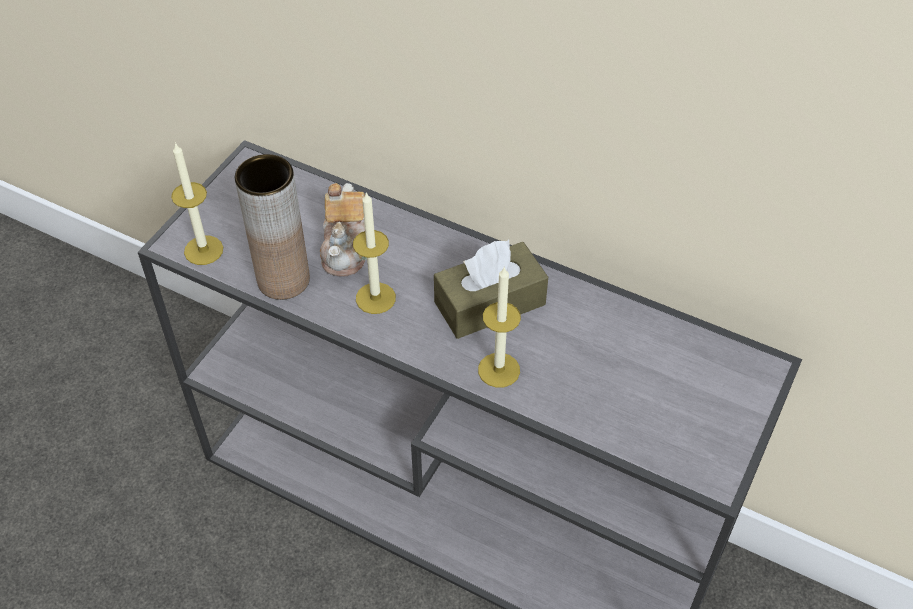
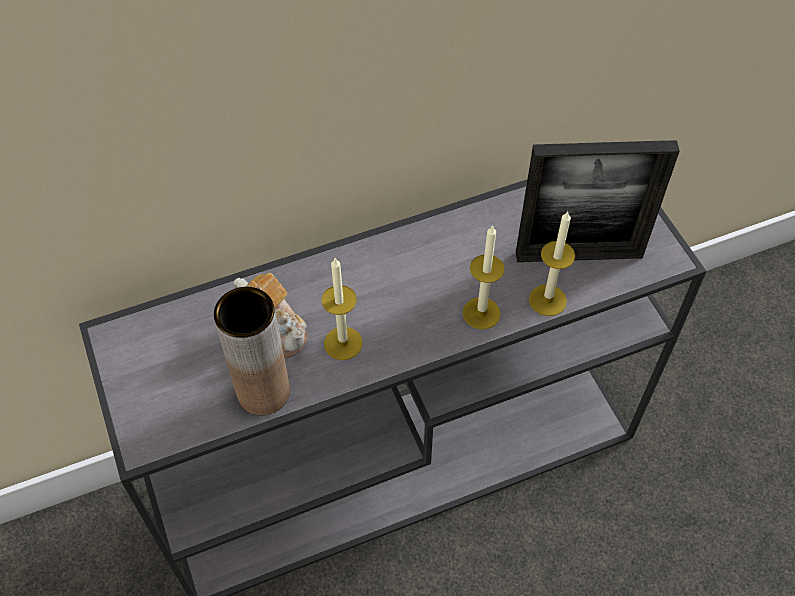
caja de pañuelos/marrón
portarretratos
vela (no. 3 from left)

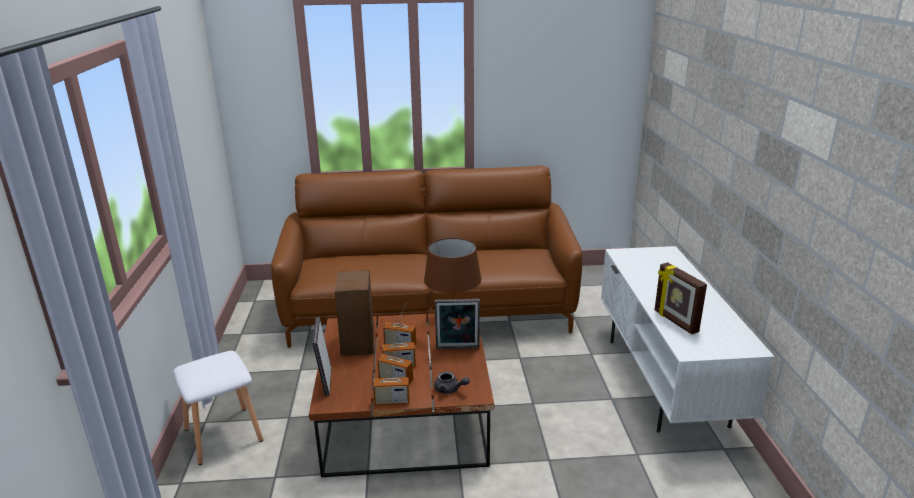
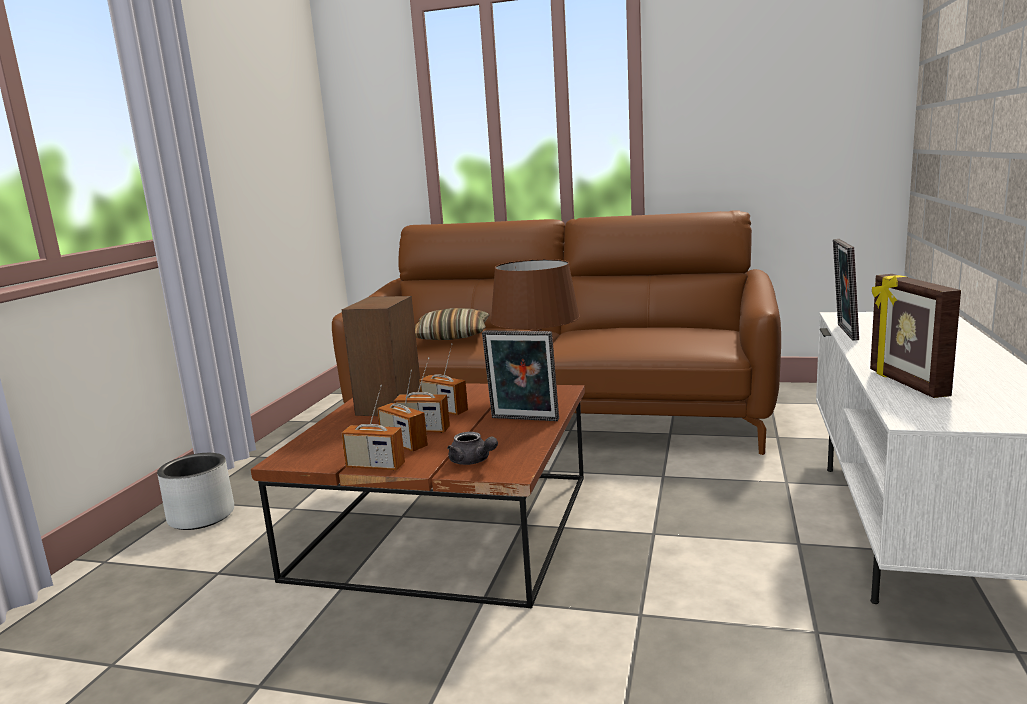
cojín
portarretratos (no. 2 from left)
maceta/gris

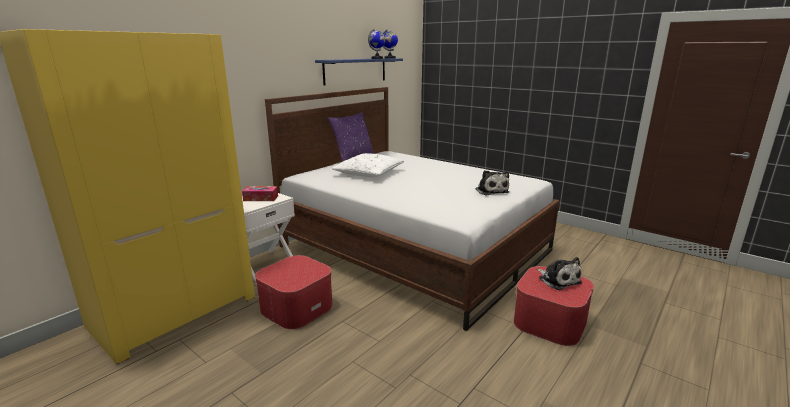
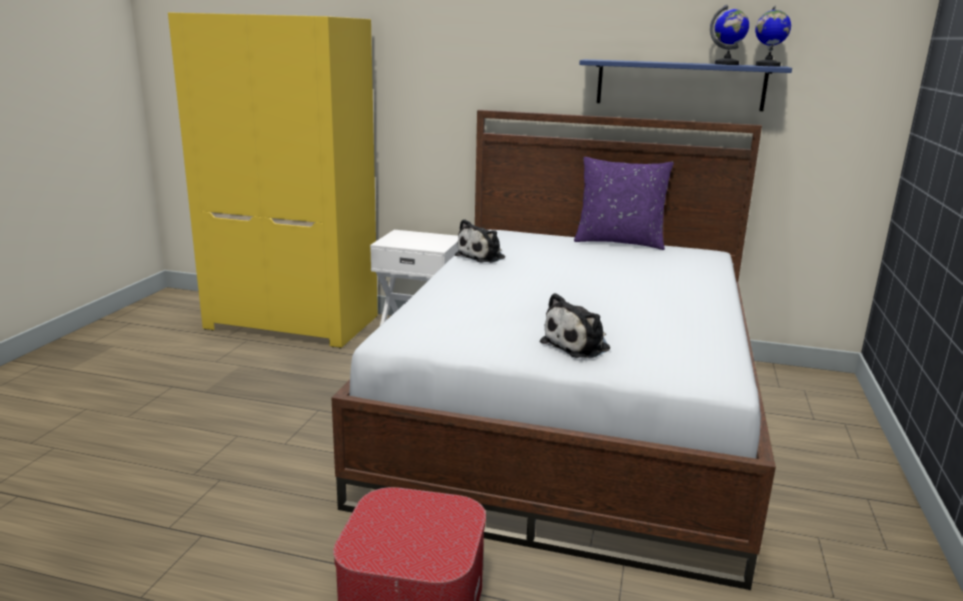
caja de pañuelos
puf (no. 1 from left in the first image)
cojín/blanco
peluche (no. 1 from left)

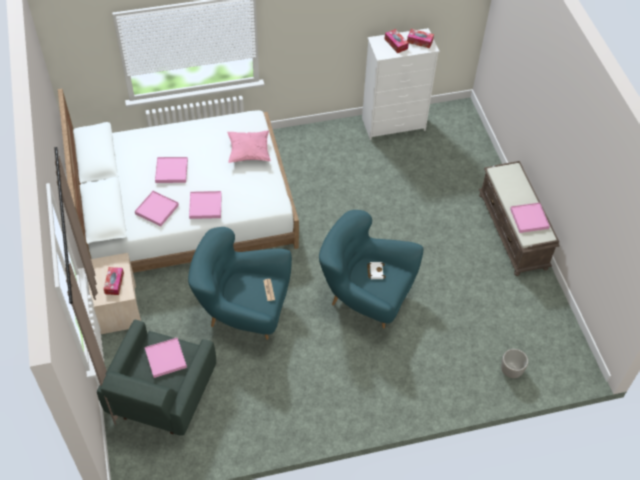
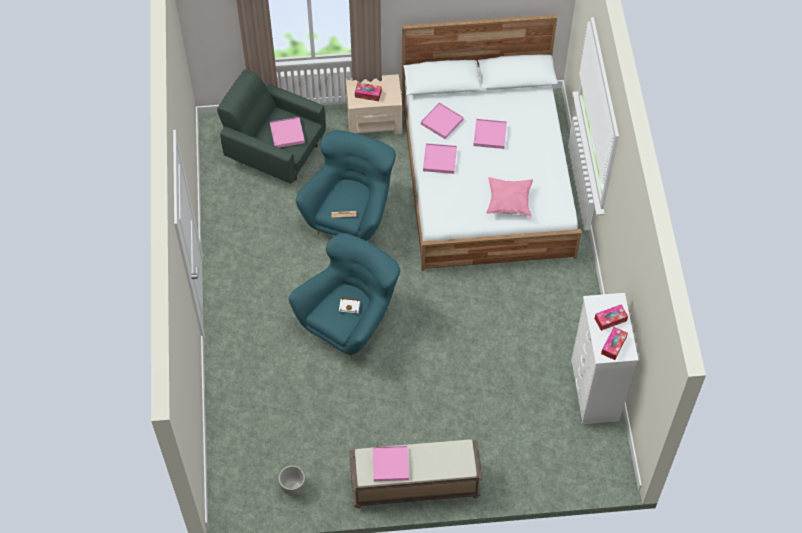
maceta

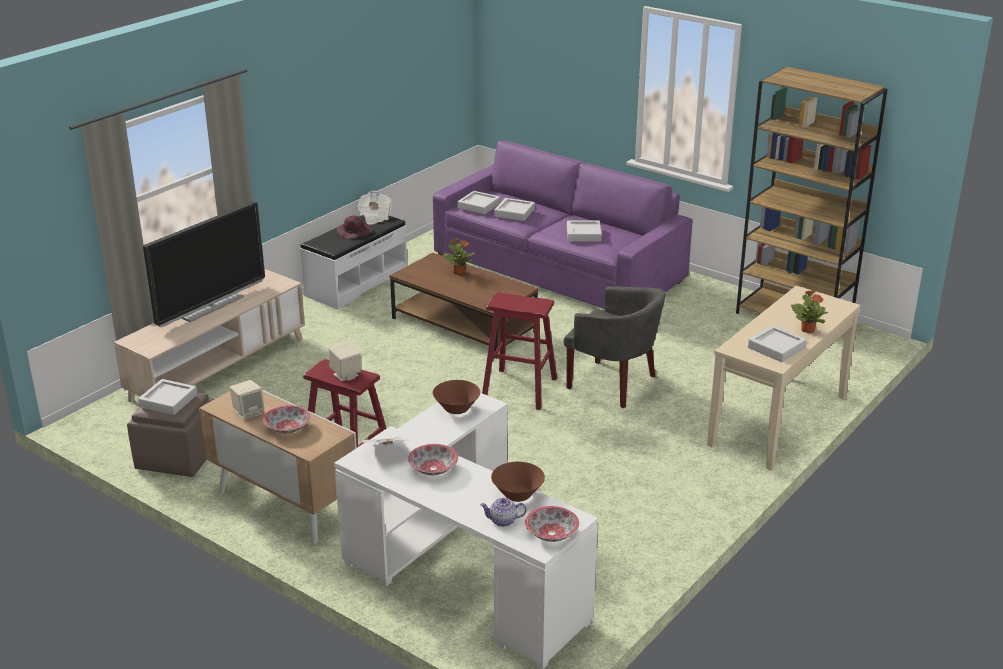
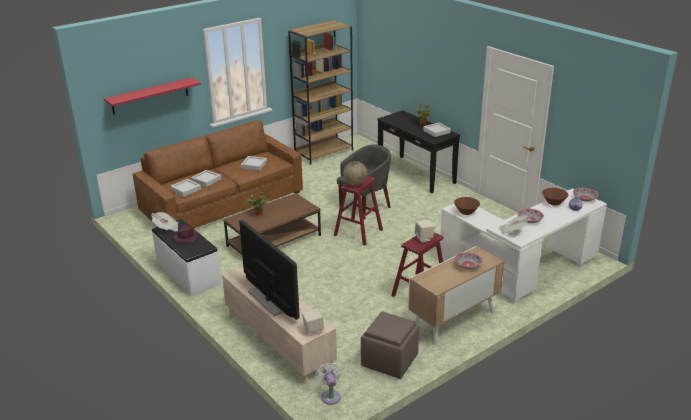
bandeja/gris (no. 1 from left in the first image)
estante/rojo
ventilador/blanco
globo terráqueo
altavoz/beis (no. 1 from left)
sofá/marrón
mesa consola/negro

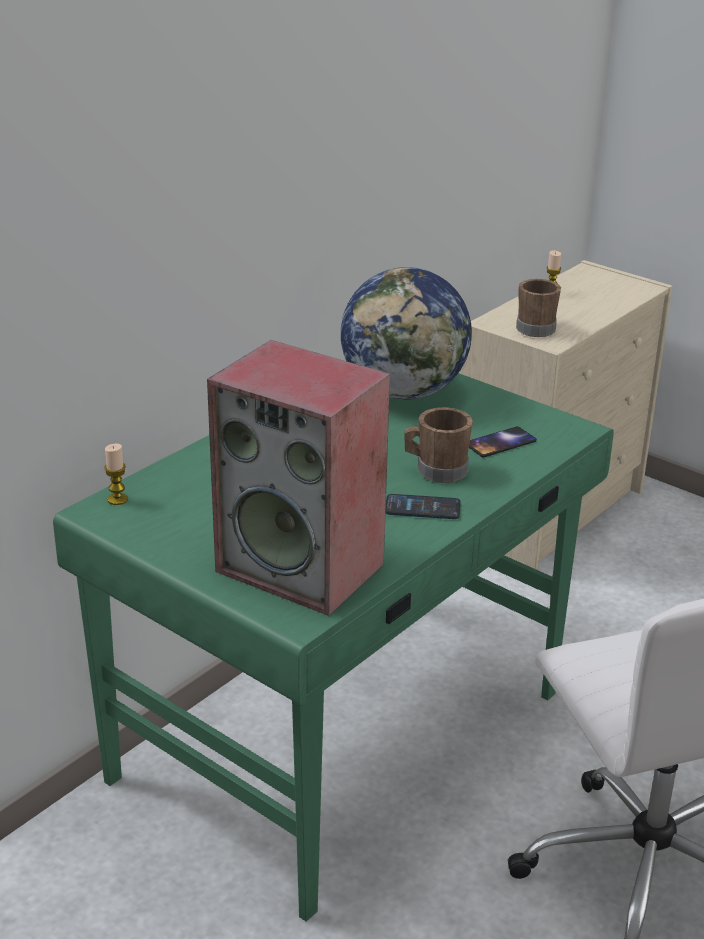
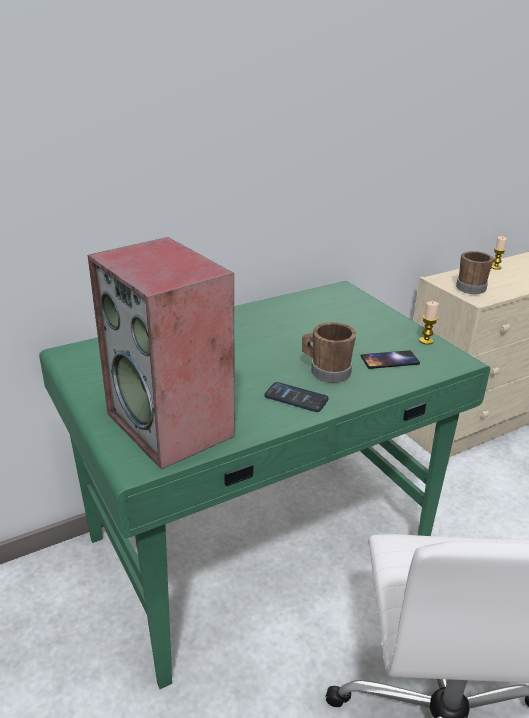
globo terráqueo
vela (no. 1 from left)

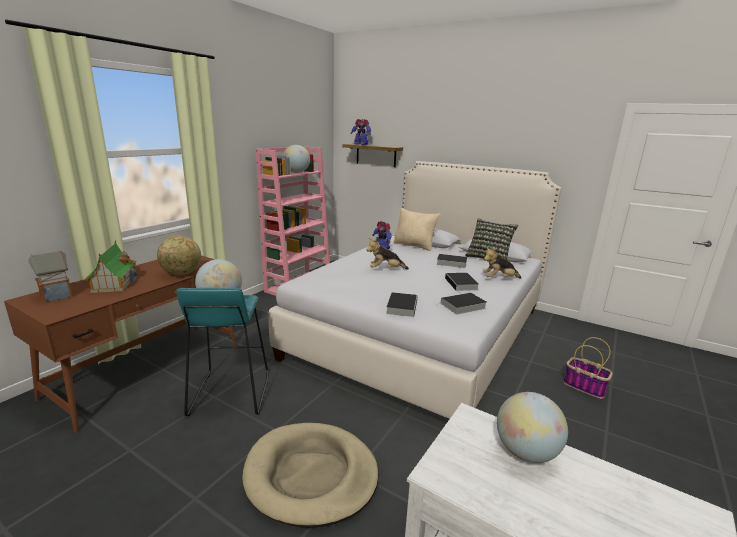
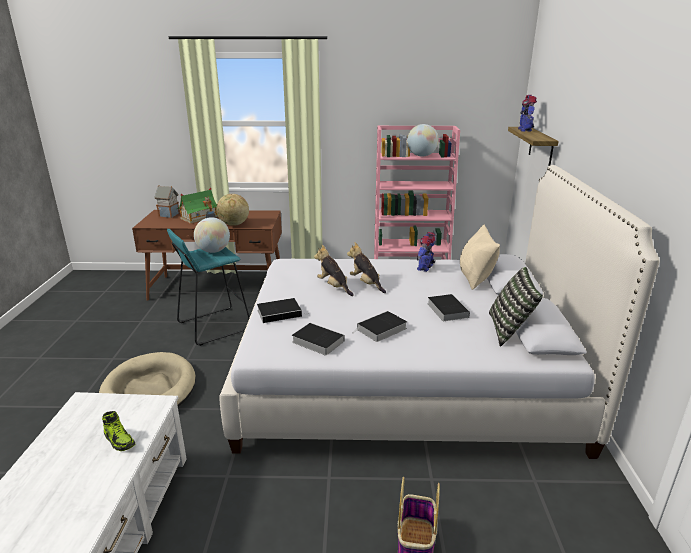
peluche (no. 1 from left)
zapato

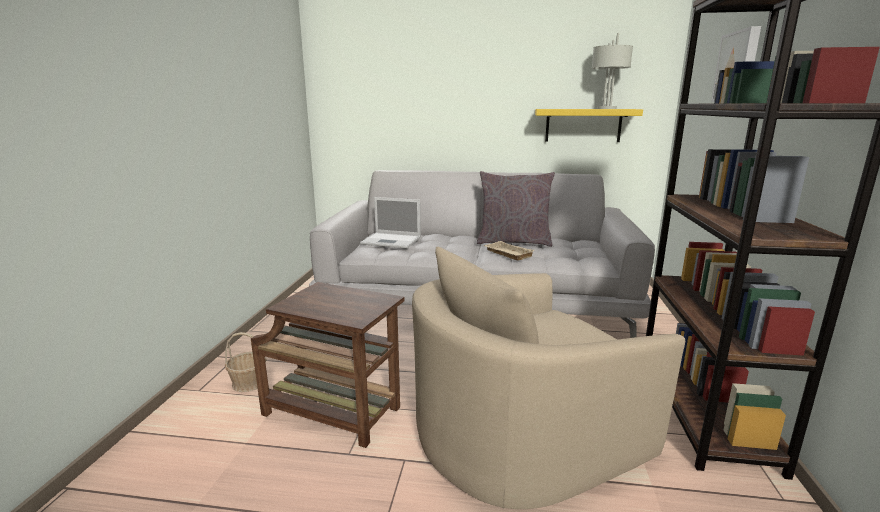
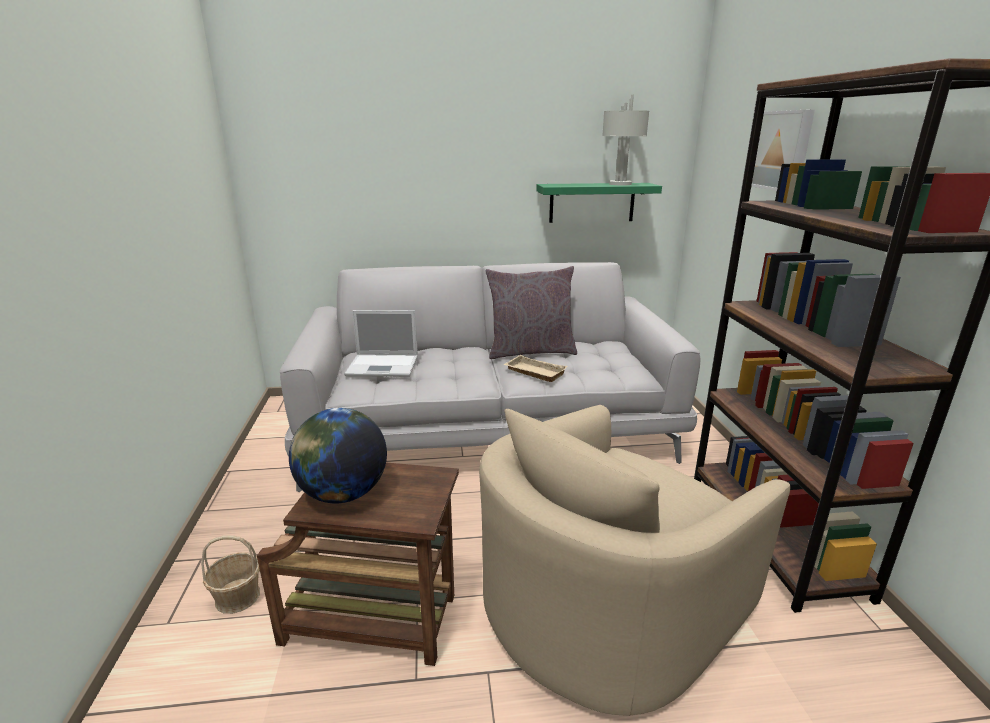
globo terráqueo
estante/verde

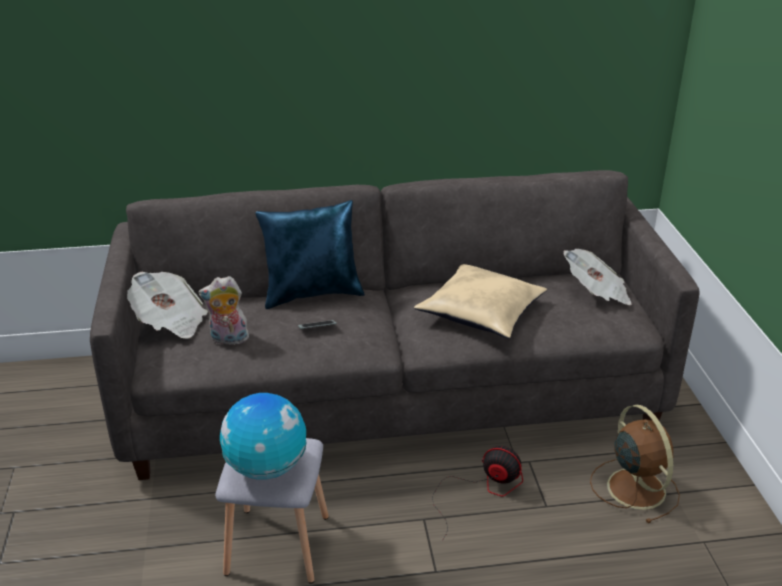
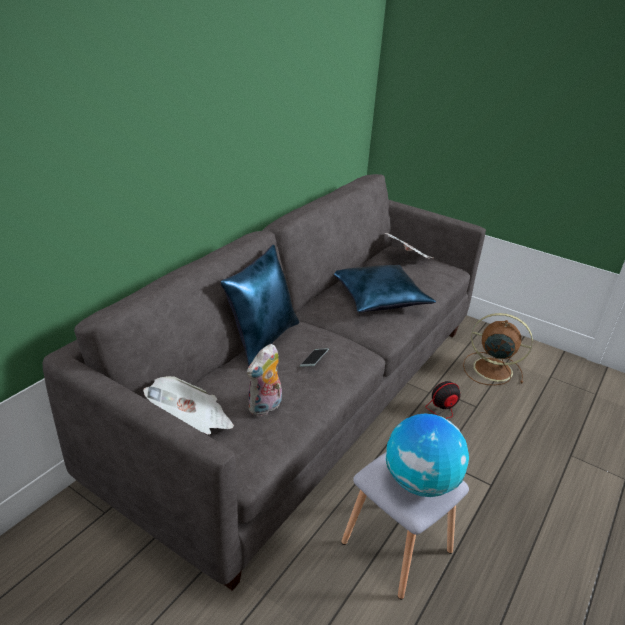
cojín/azul (no. 2 from left)

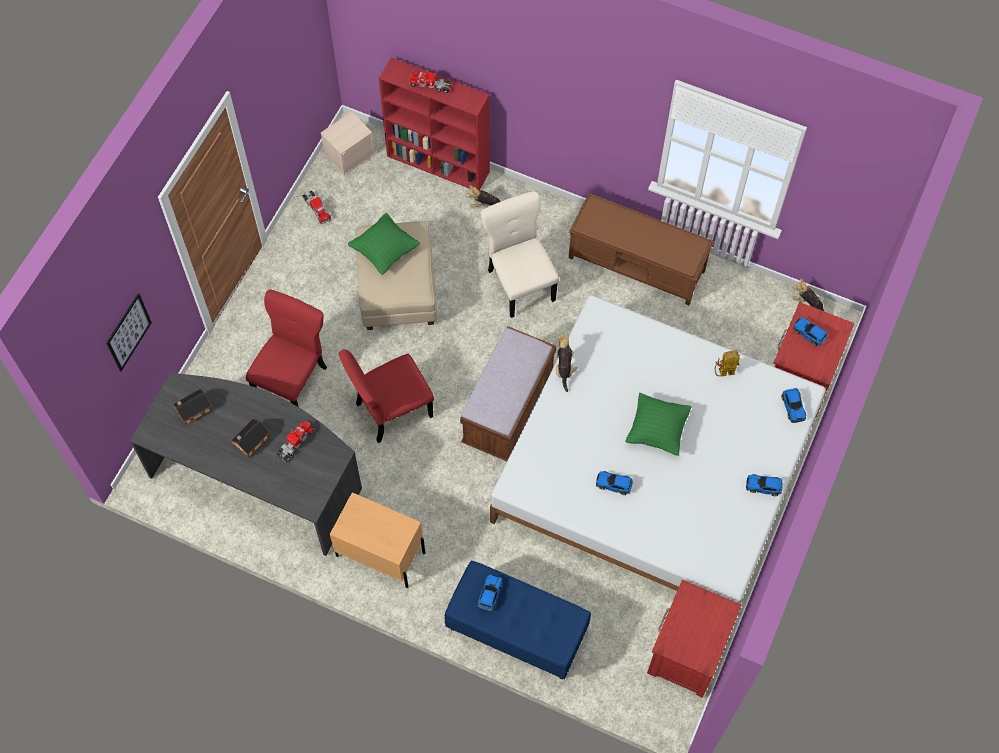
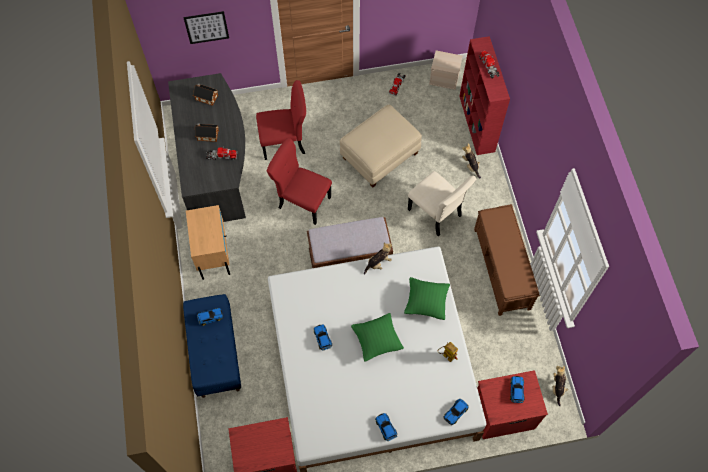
cojín/verde (no. 2 from left)
silla/beis

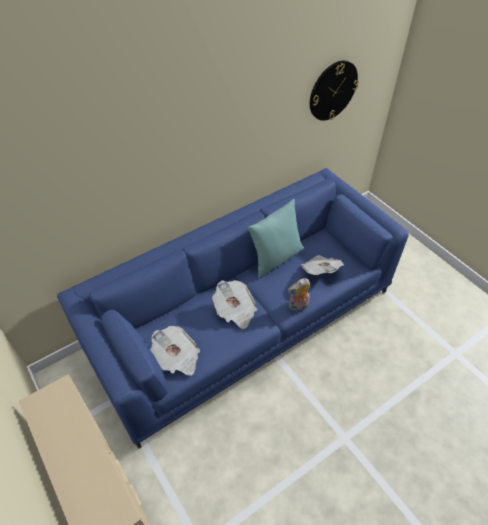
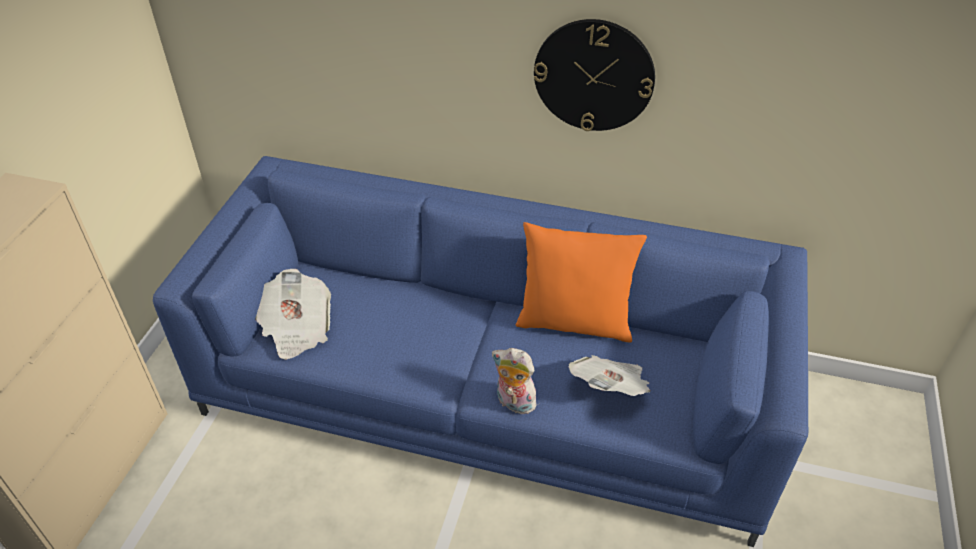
periódico (no. 2 from left in the first image)
reloj de pared
cojín/naranja

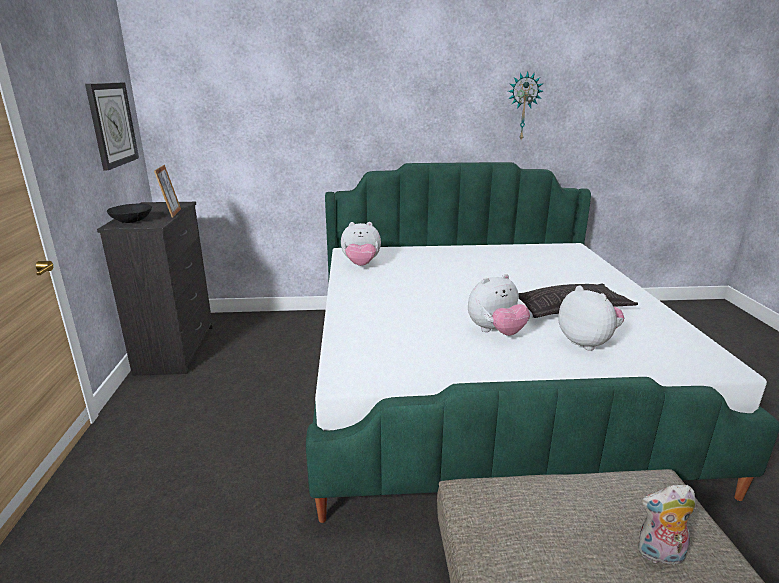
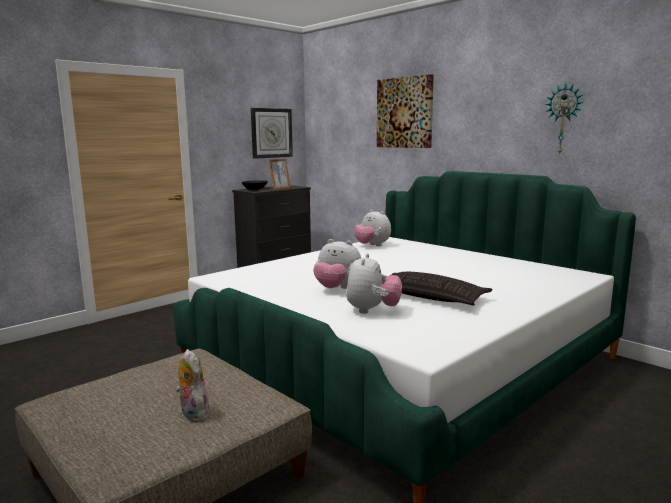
cuadro

